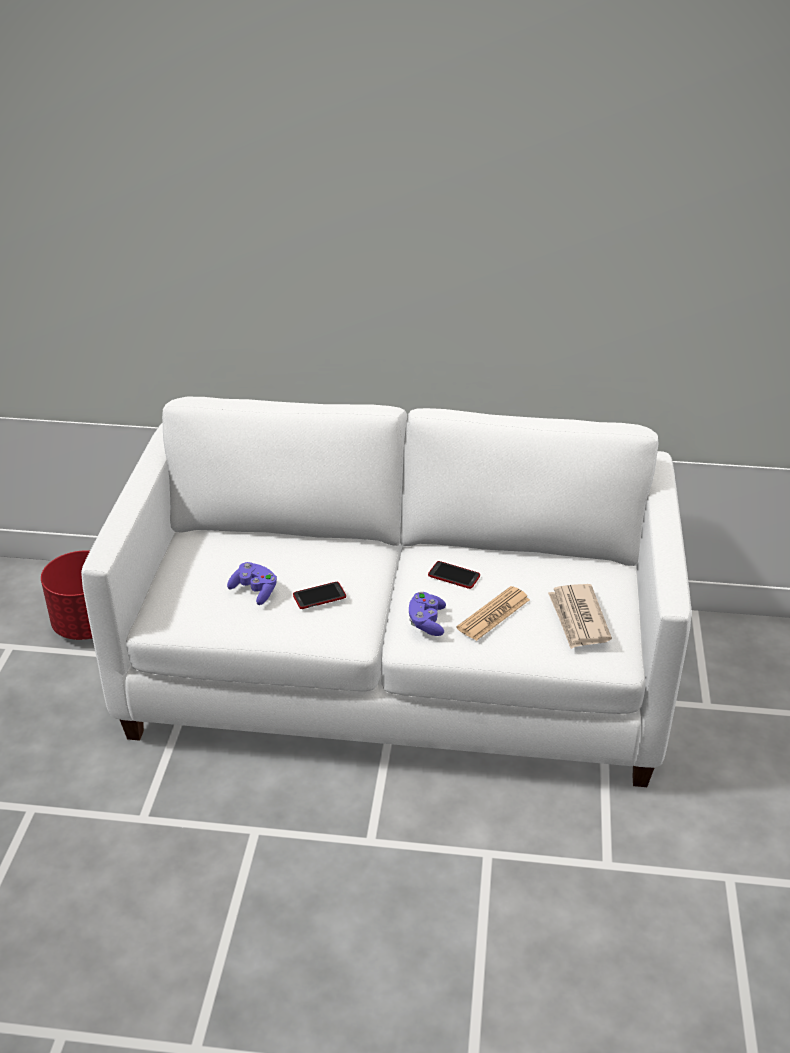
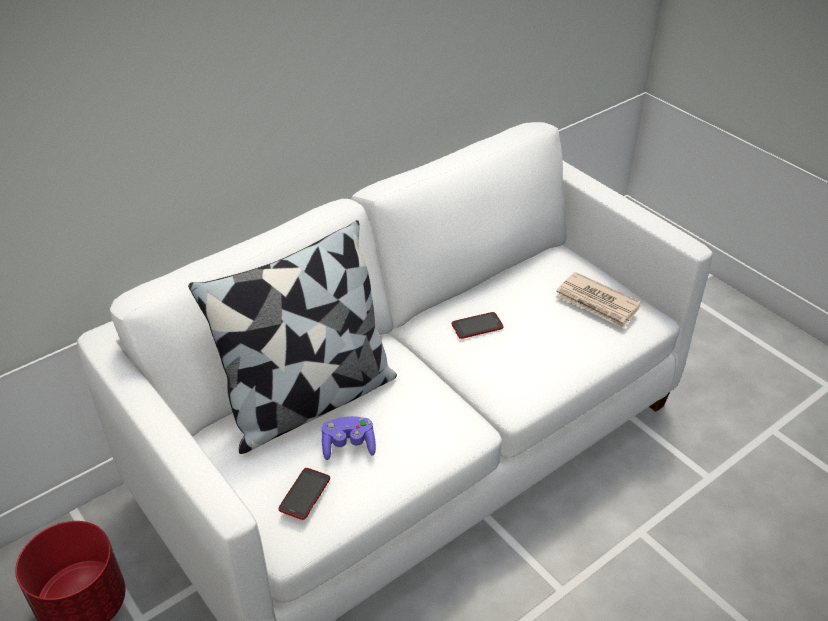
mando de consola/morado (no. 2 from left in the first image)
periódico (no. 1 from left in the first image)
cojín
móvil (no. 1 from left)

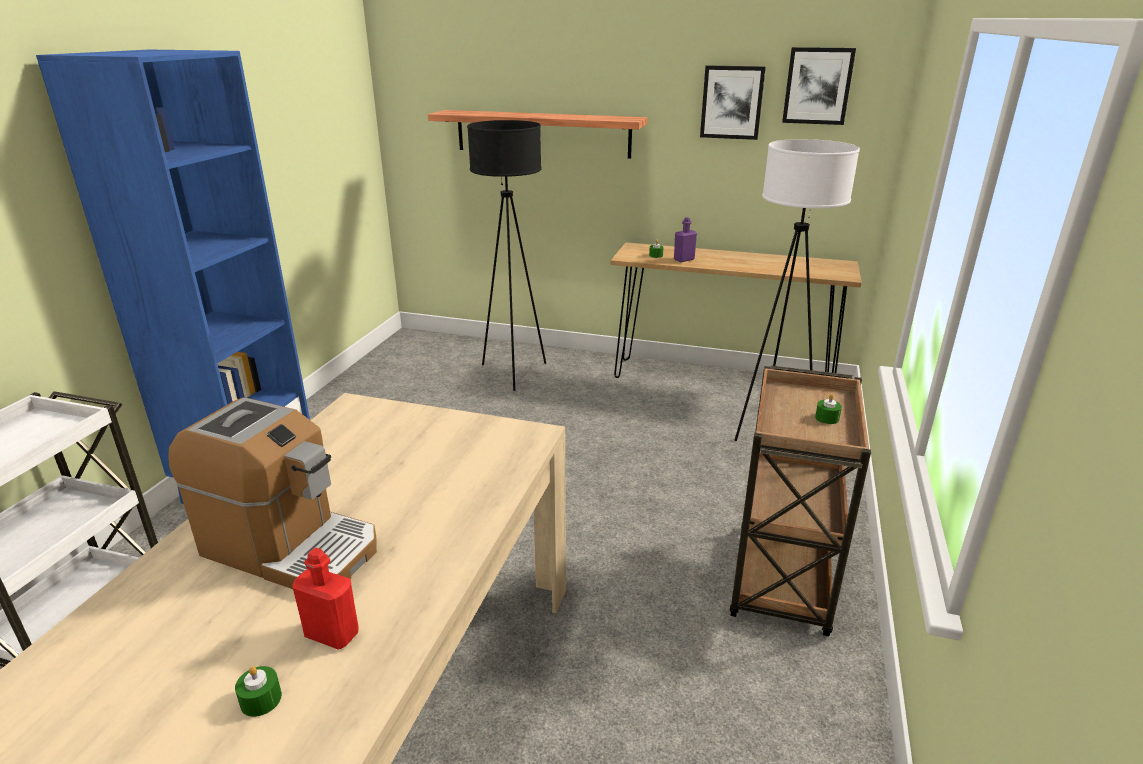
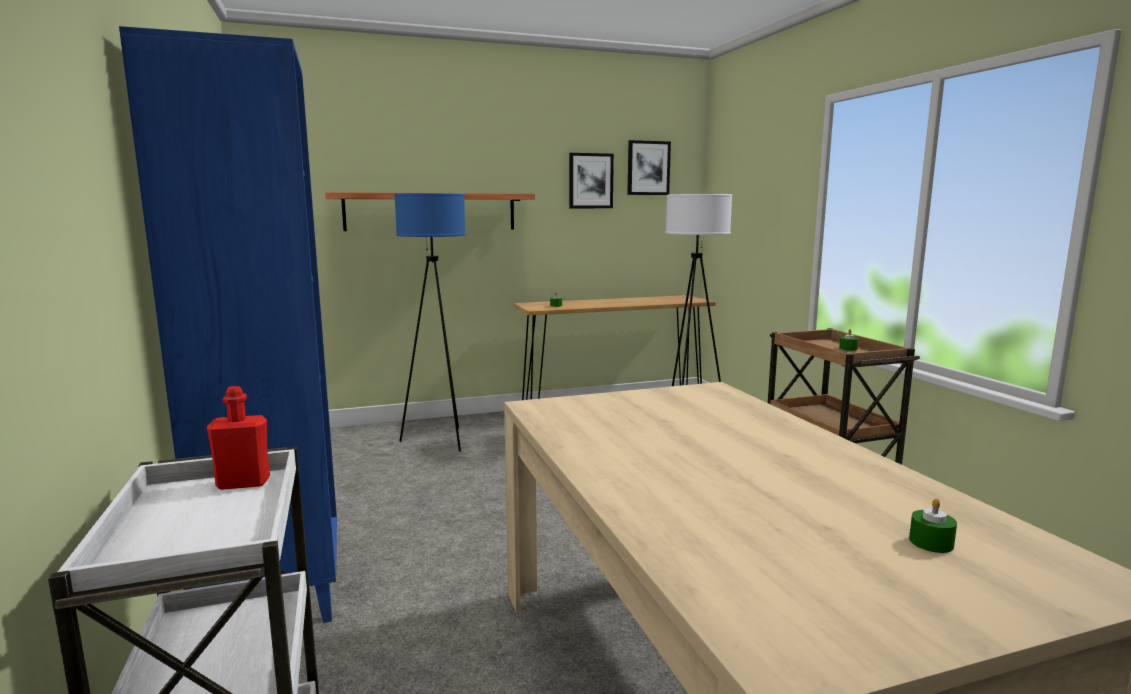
cafetera
botella/morado
botella/rojo
lámpara de pie/azul

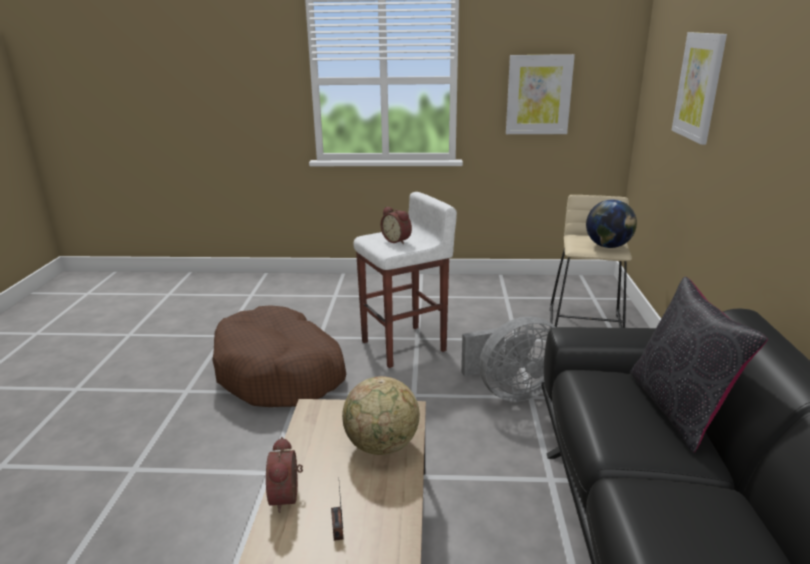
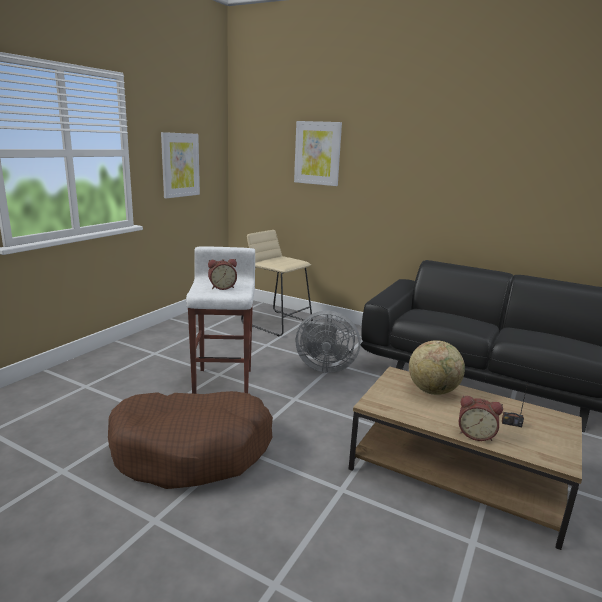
globo terráqueo (no. 2 from left in the first image)
cojín/negro
ventilador/gris

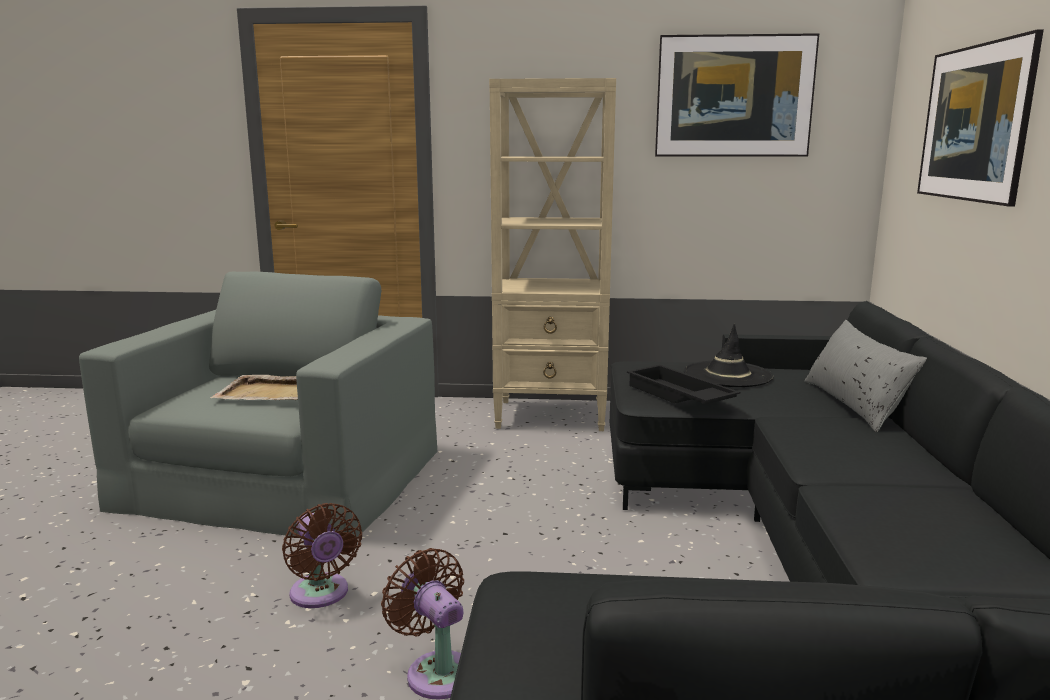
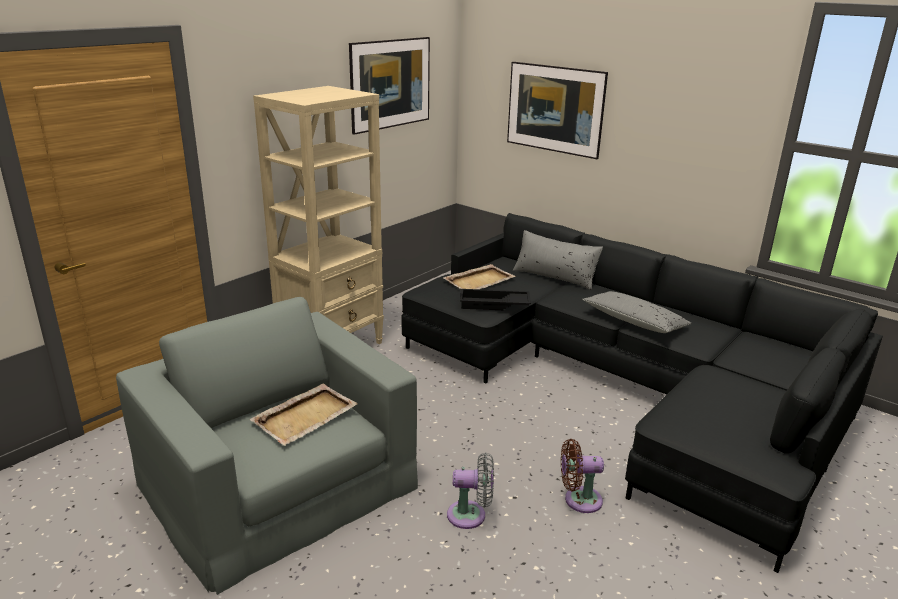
cojín/gris (no. 2 from left)
bandeja/beis (no. 2 from left)
ventilador/gris

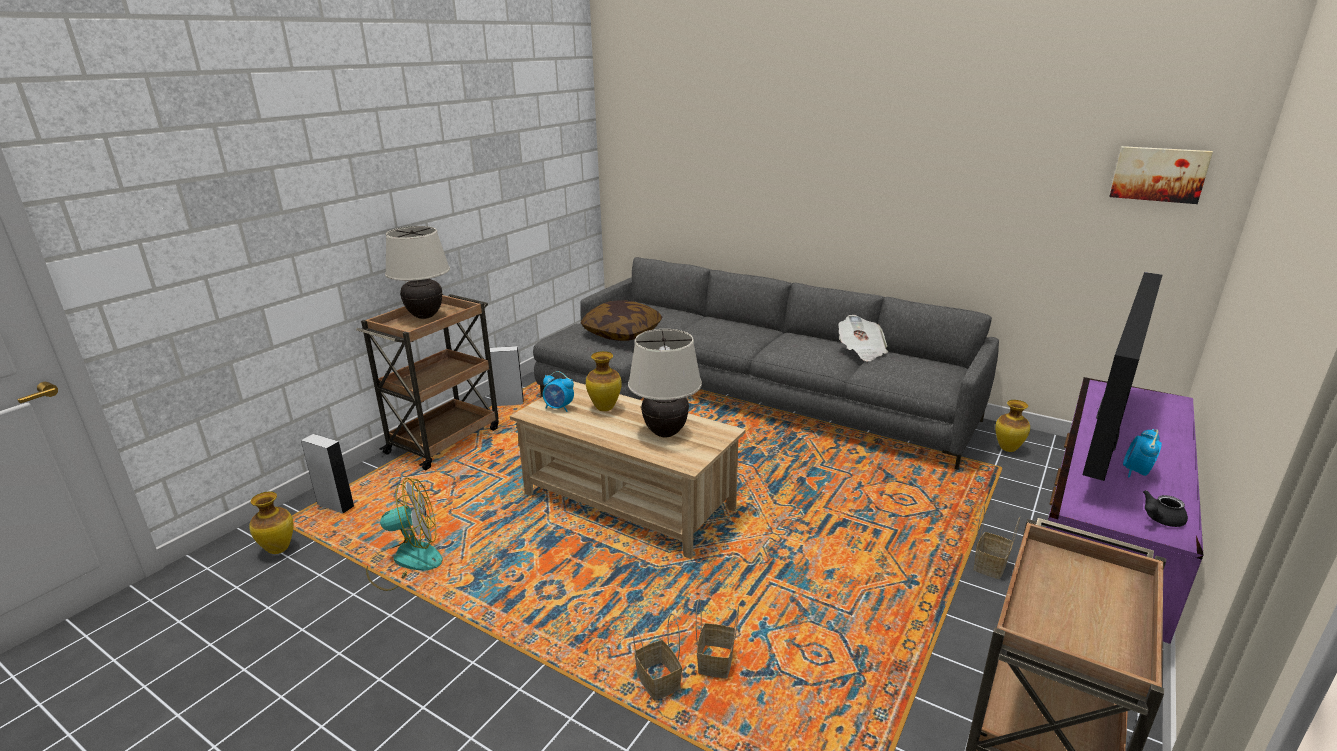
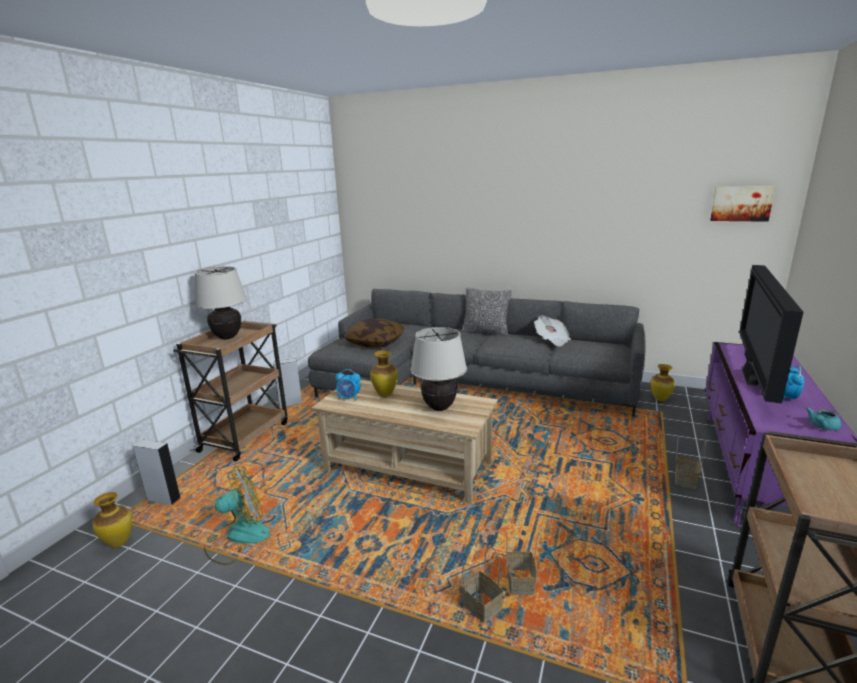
cojín (no. 2 from left)
tetera/turquesa

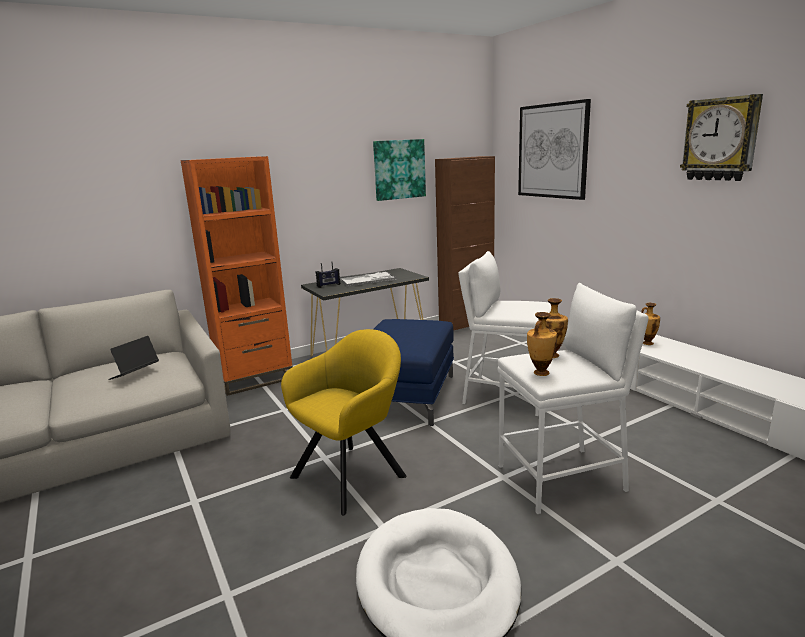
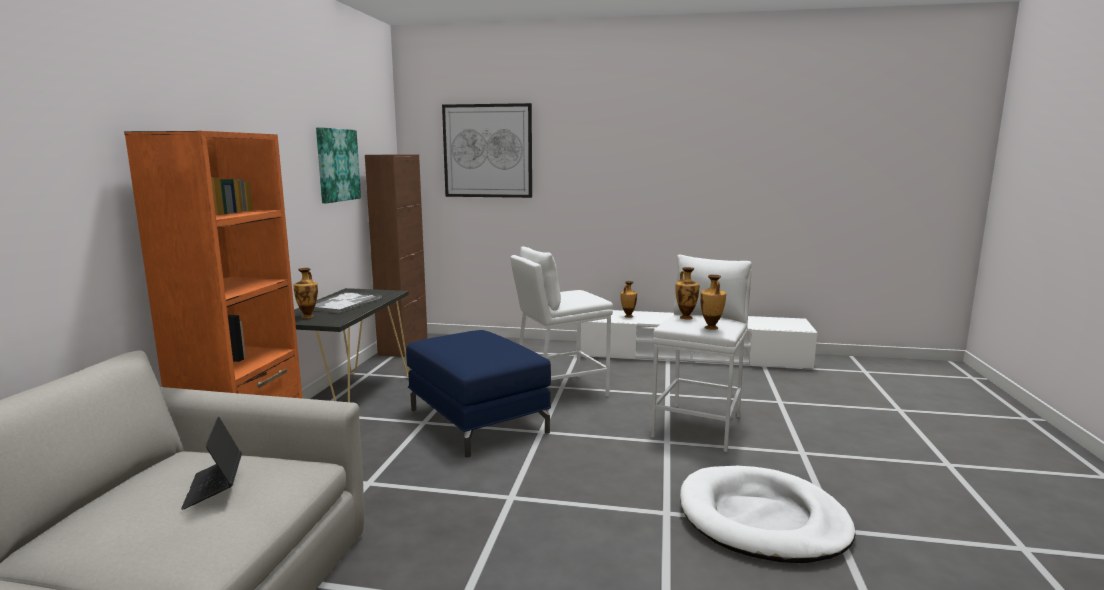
sillón/amarillo
reloj de pared
florero (no. 1 from left)

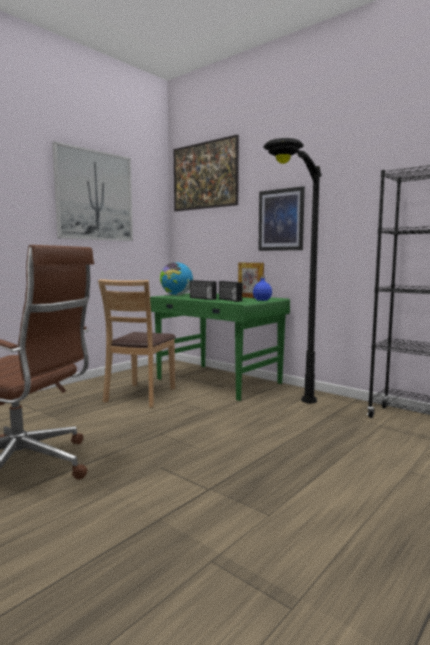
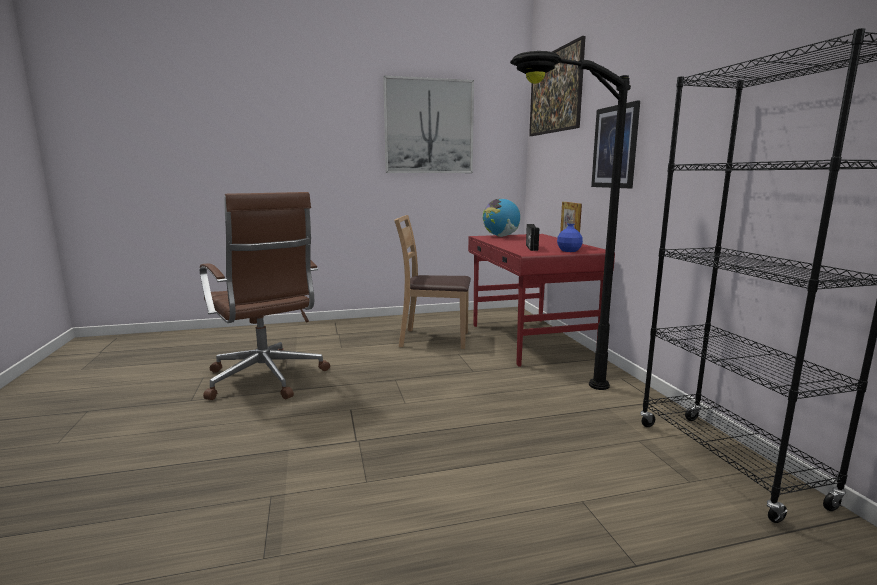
radio (no. 1 from left in the first image)
escritorio/rojo
silla/marrón

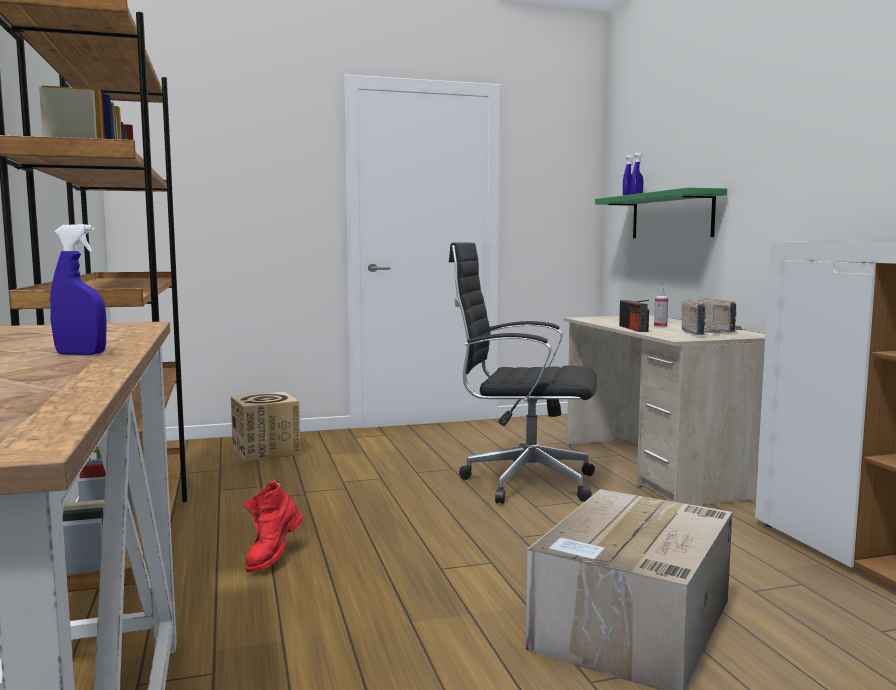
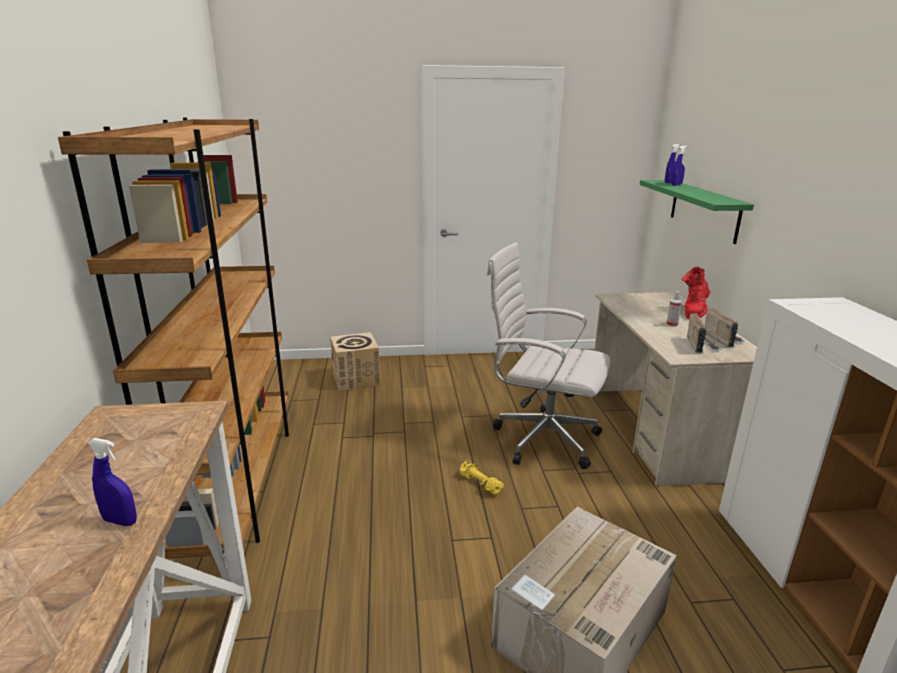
radio (no. 1 from left in the first image)
mancuerna/amarillo
bota/rojo
silla de oficina/blanco

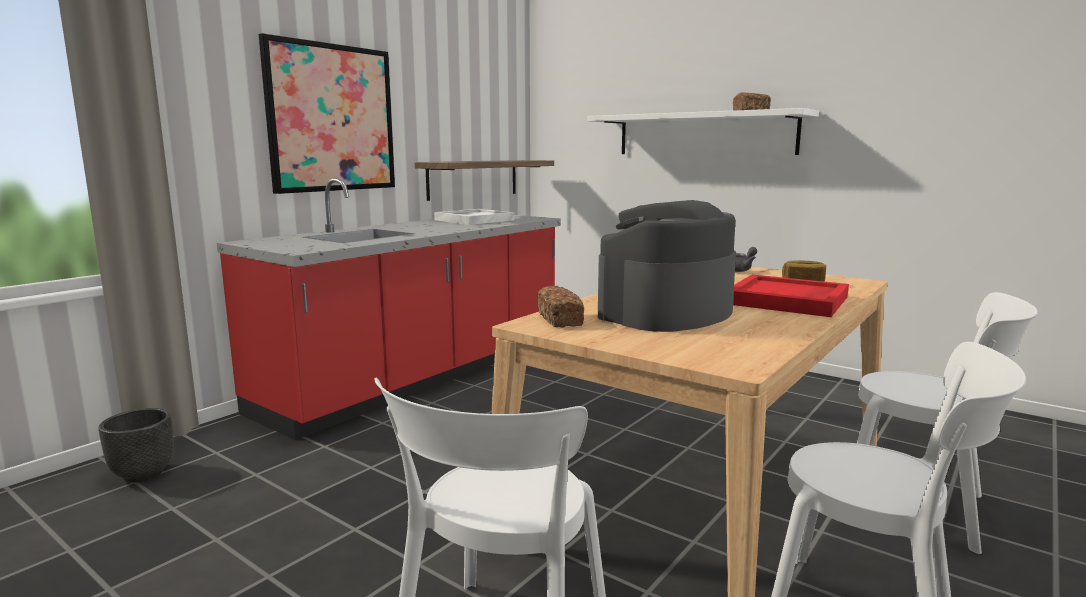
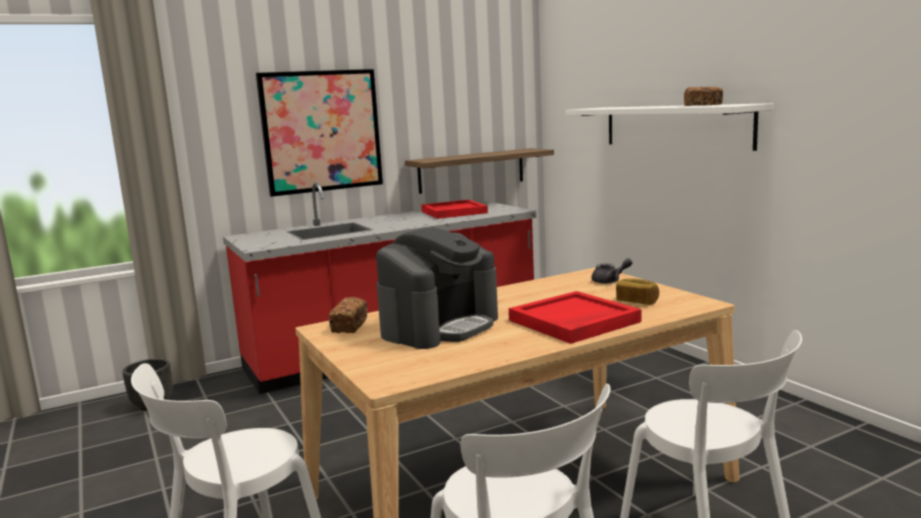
bandeja/rojo (no. 1 from left)
cafetera

